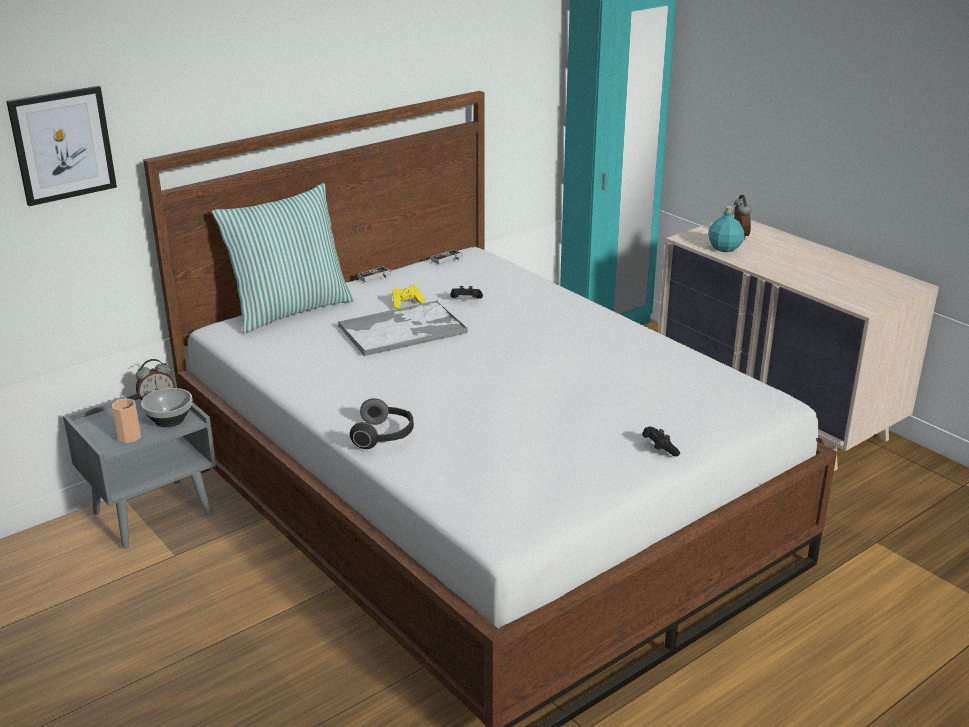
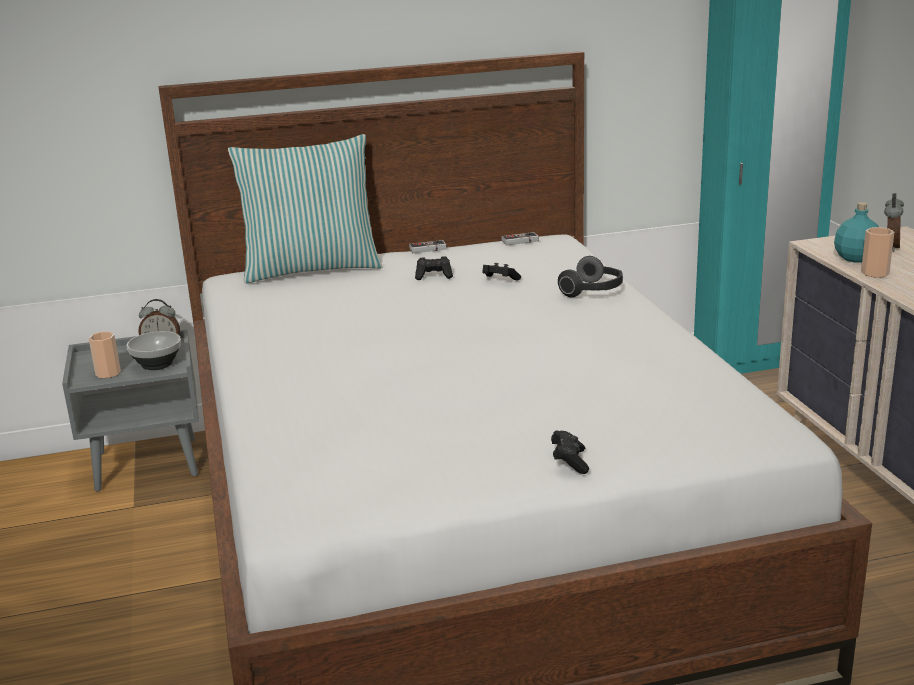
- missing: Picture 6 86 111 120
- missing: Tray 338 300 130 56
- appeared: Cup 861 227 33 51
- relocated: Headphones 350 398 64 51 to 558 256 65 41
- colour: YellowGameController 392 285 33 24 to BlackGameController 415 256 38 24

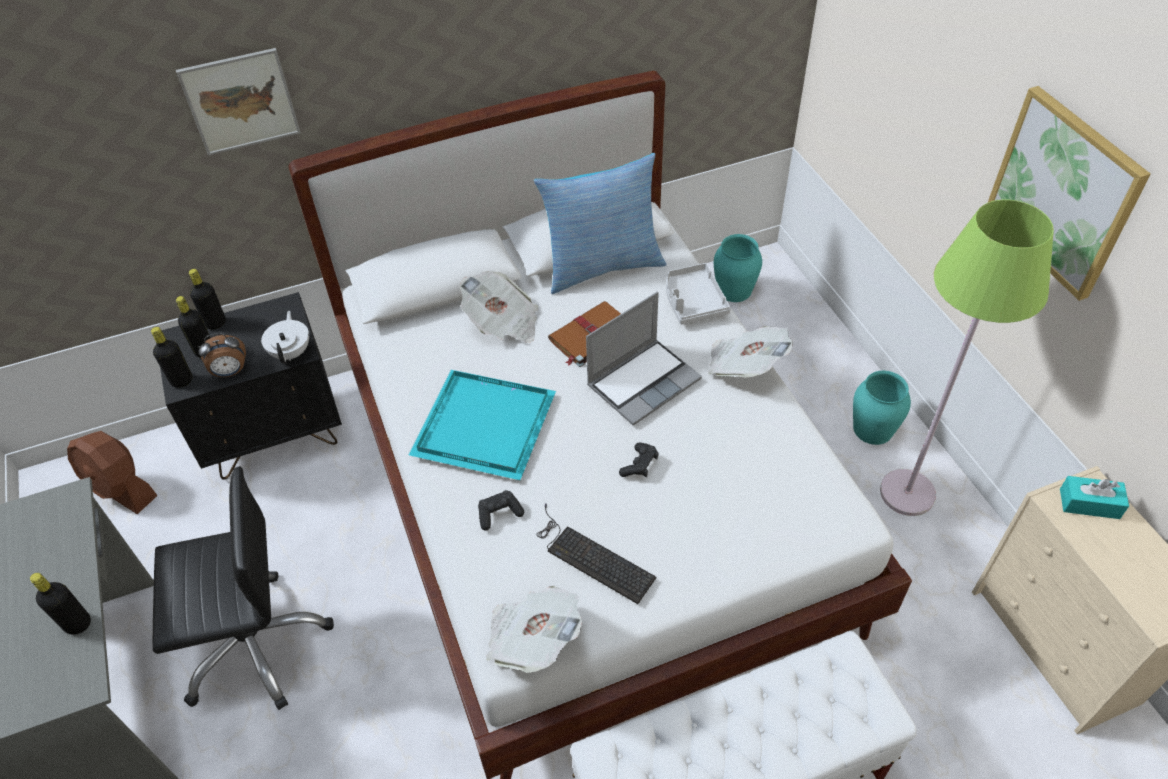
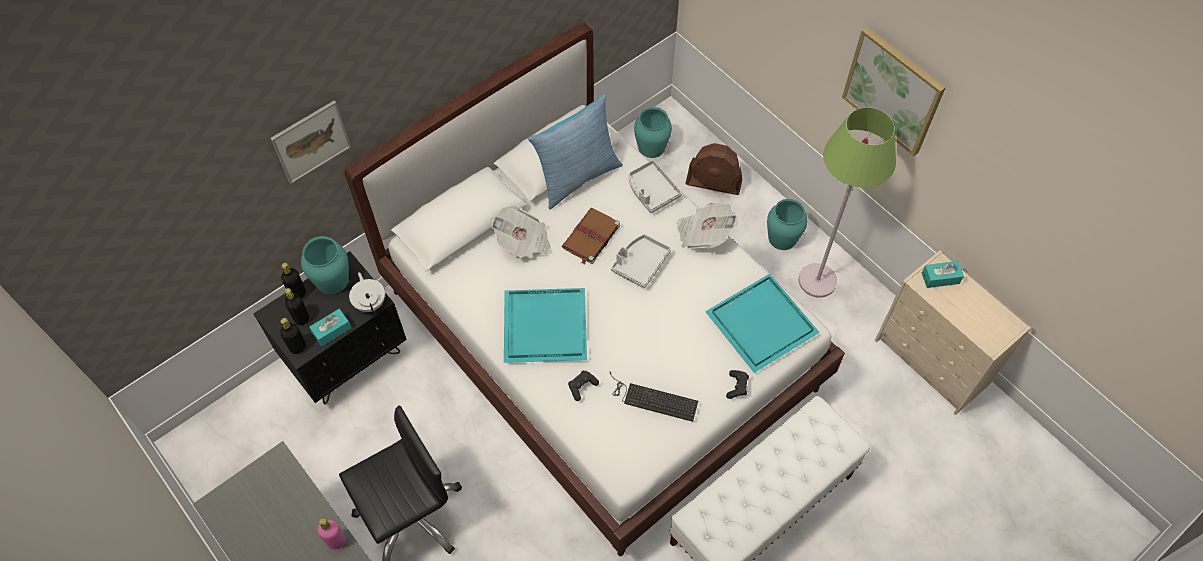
- missing: Newspaper 486 586 96 87
- appeared: TurquoiseVase 301 236 48 58
- appeared: TurquoiseTray 705 274 115 99
- relocated: BrownFan 67 431 91 83 to 685 143 57 52
- relocated: BlackGameController 619 443 39 34 to 726 370 23 29
- exchanged: AlarmClock 198 333 48 44 to TurquoiseTissueBox 309 309 42 38
- exchanged: Laptop 586 292 116 134 to GreyTray 611 234 60 54
- colour: BlackBottle 30 573 61 62 to PinkBottle 317 518 29 31

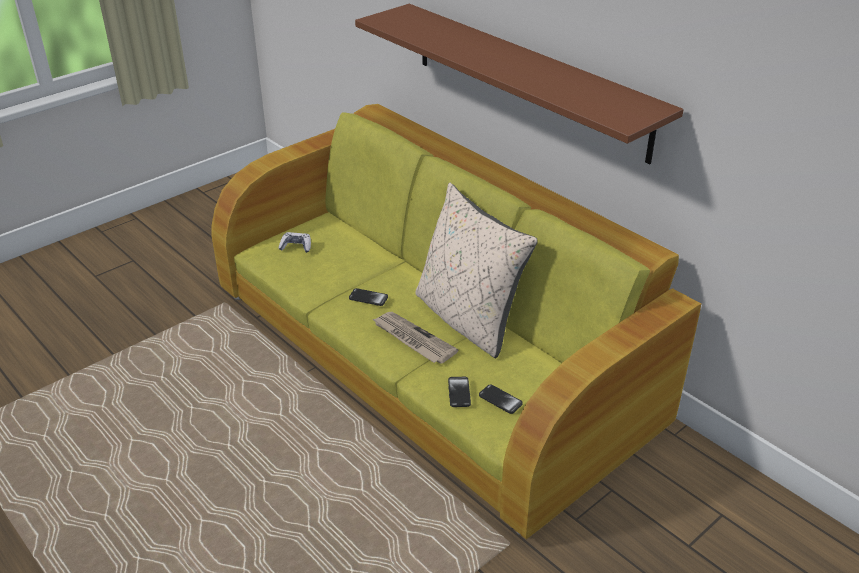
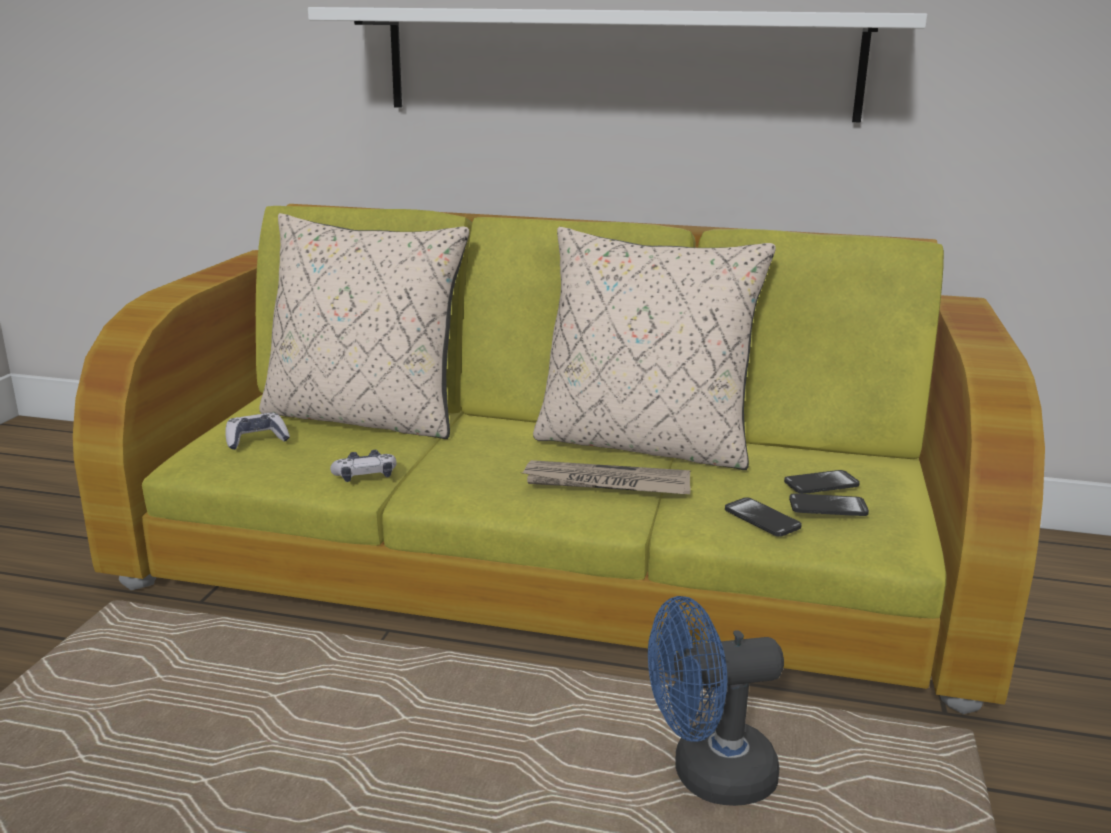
- appeared: BeigePillow 259 213 211 226
- appeared: GameController 330 450 67 32
- appeared: BlueFan 648 596 136 210
- relocated: Phone 349 288 39 18 to 784 470 76 24
- colour: BrownShelf 355 4 329 160 to WhiteShelf 308 7 619 115

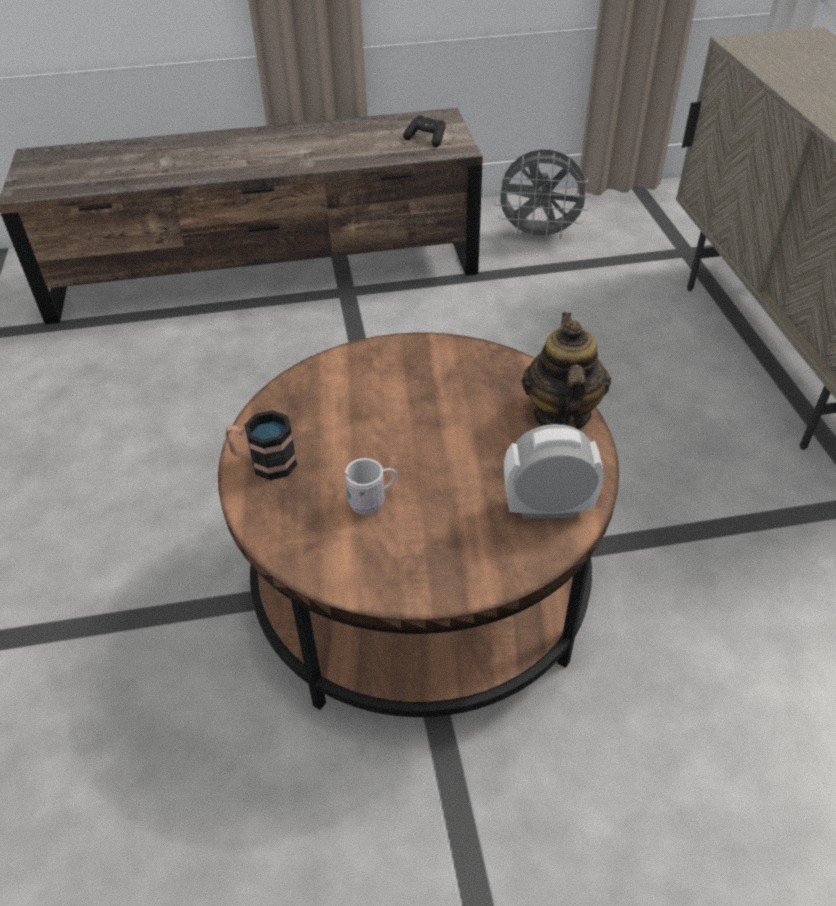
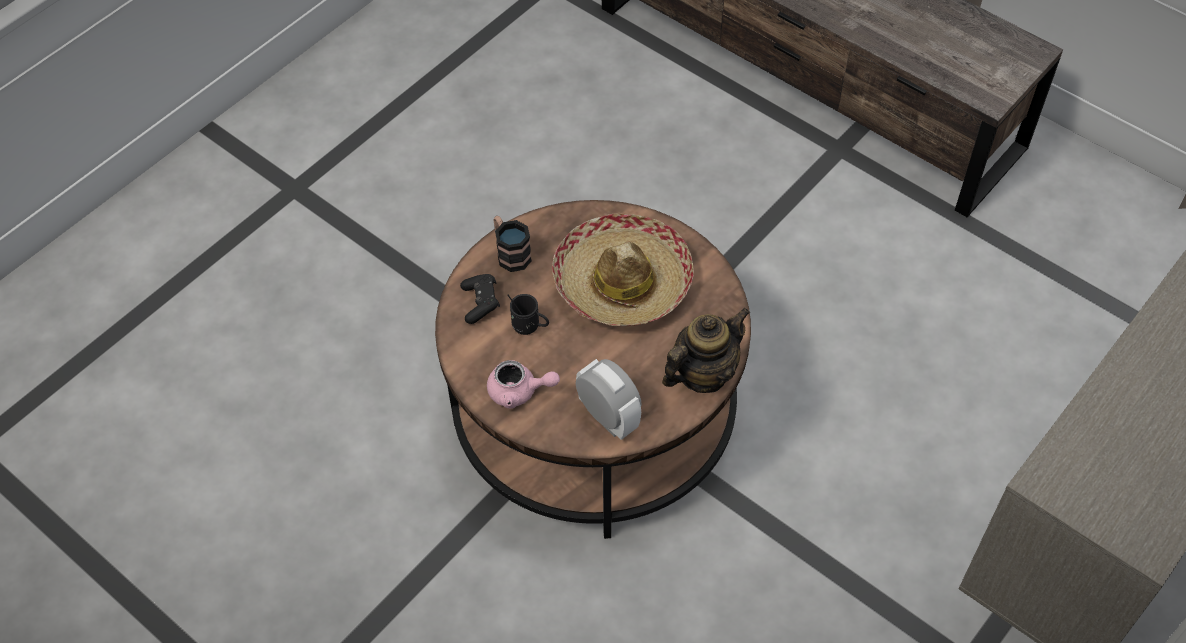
- missing: GreyFan 494 149 98 93
- appeared: PinkTeapot 487 360 73 49
- appeared: Hat 552 213 142 114
- relocated: BlackGameController 403 115 43 32 to 460 274 40 50
- colour: WhiteMug 342 458 55 57 to BlackMug 508 294 41 41

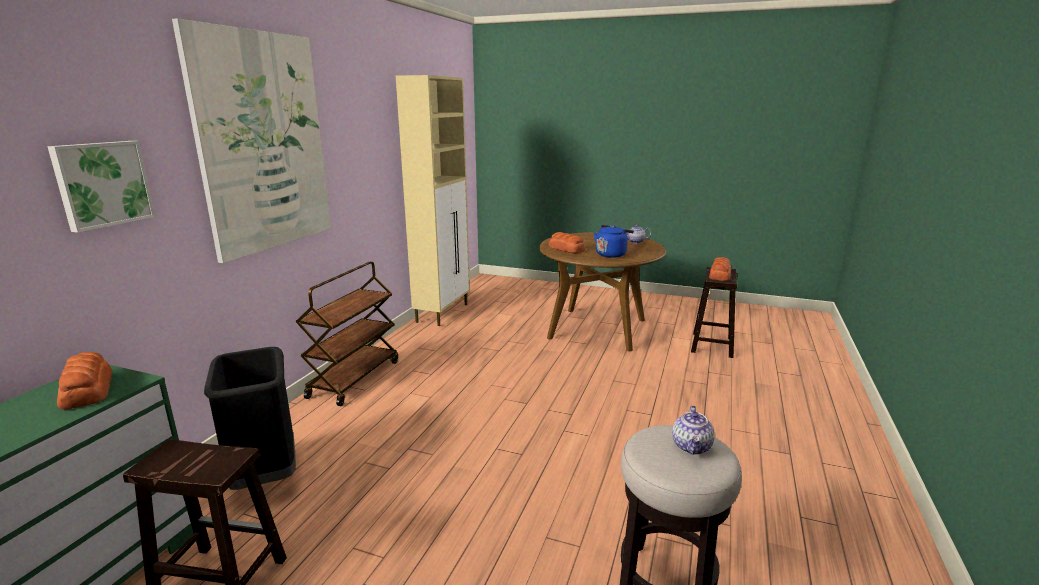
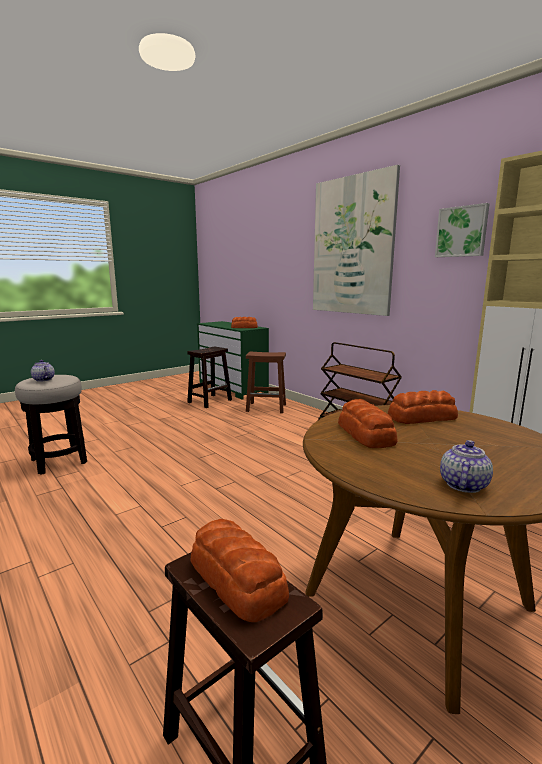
- relocated: Picture 47 141 108 92 to 435 203 54 54
- exchanged: BlackTrashCan 204 347 92 143 to BrownStool 246 352 40 61
- exchanged: BlueKettle 594 225 40 33 to Bread 338 399 60 49

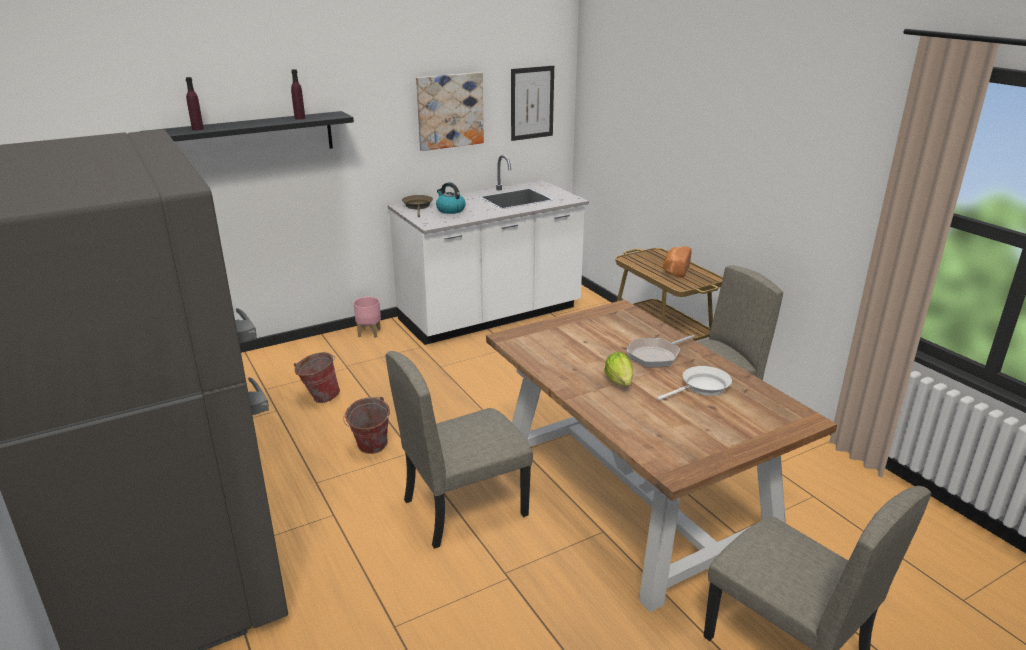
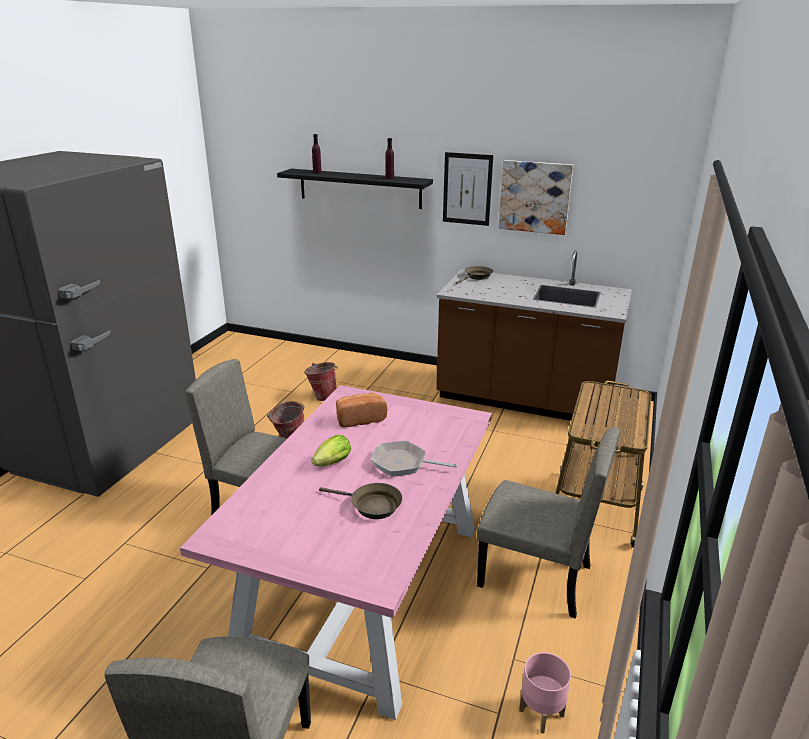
- missing: Kettle 436 182 30 32
- relocated: PinkPlanter 354 297 27 41 to 519 652 52 82
- relocated: Picture 511 66 43 75 to 443 152 50 74
- relocated: Bread 663 247 29 31 to 336 393 51 35
- colour: WhiteCounter 388 155 201 190 to BrownCounter 436 250 196 175
- colour: BrownDiningTable 486 300 351 312 to PinkDiningTable 180 385 312 335
- colour: WhiteFryingPan 657 366 75 35 to BrownFryingPan 319 483 83 36

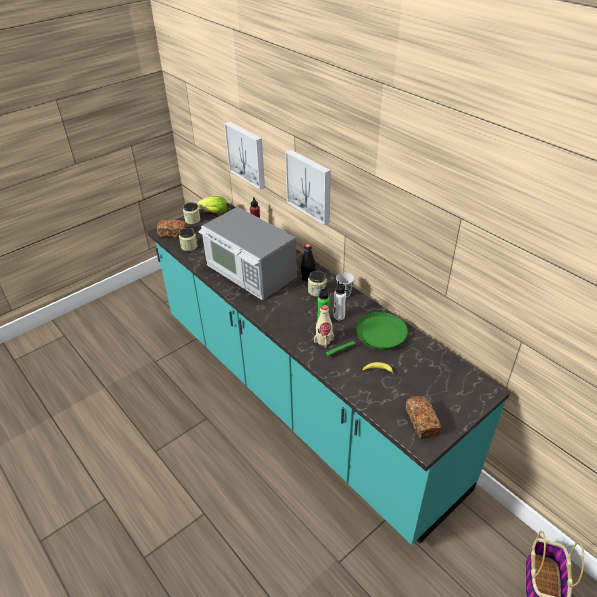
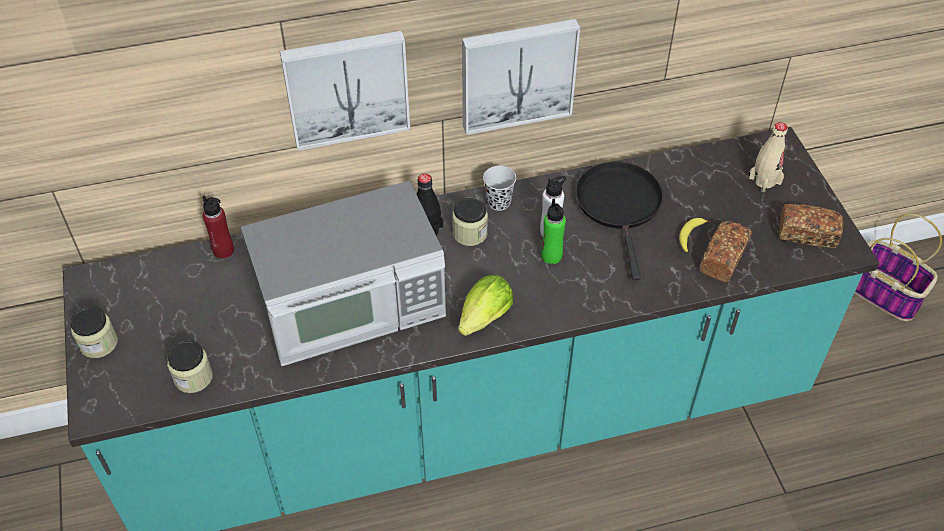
- relocated: Bread 157 220 30 18 to 700 221 52 61
- relocated: Lettuce 197 196 31 18 to 459 275 54 61
- relocated: Picture 224 121 41 68 to 462 19 118 116
- relocated: BeigeBottle 314 305 20 43 to 748 122 40 70
- colour: GreenFryingPan 326 312 82 44 to BlackFryingPan 576 162 87 118

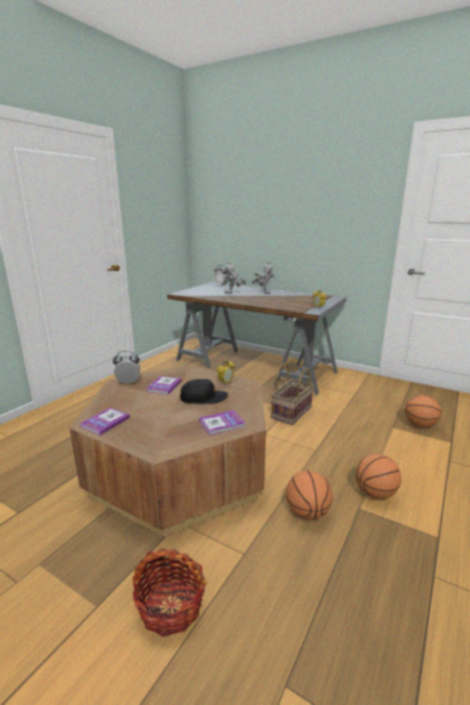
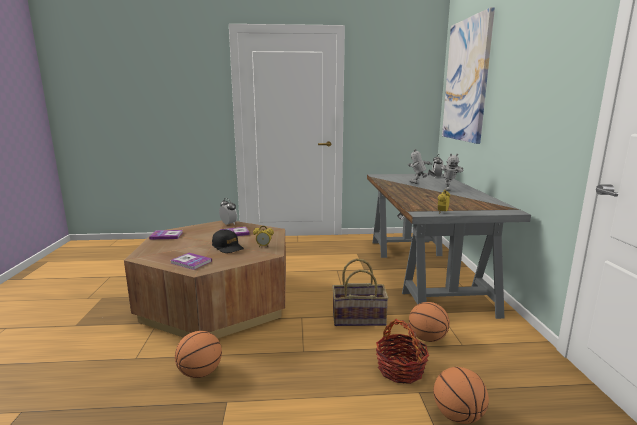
- appeared: Picture 442 7 53 137
- relocated: Basket 133 548 74 89 to 376 319 53 65
- relocated: Basketball 355 454 47 45 to 409 302 41 40

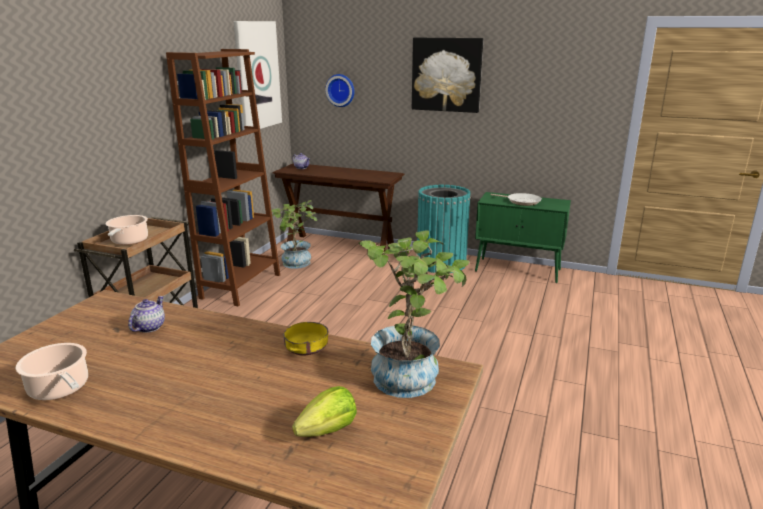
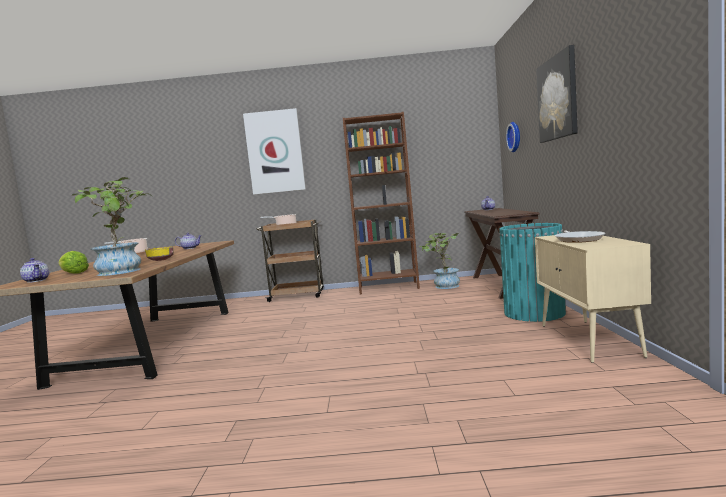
- appeared: Teapot 20 258 29 25
- relocated: Picture 234 21 48 108 to 243 108 63 87
- colour: GreenCabinet 475 192 96 91 to BeigeCabinet 535 235 116 128

